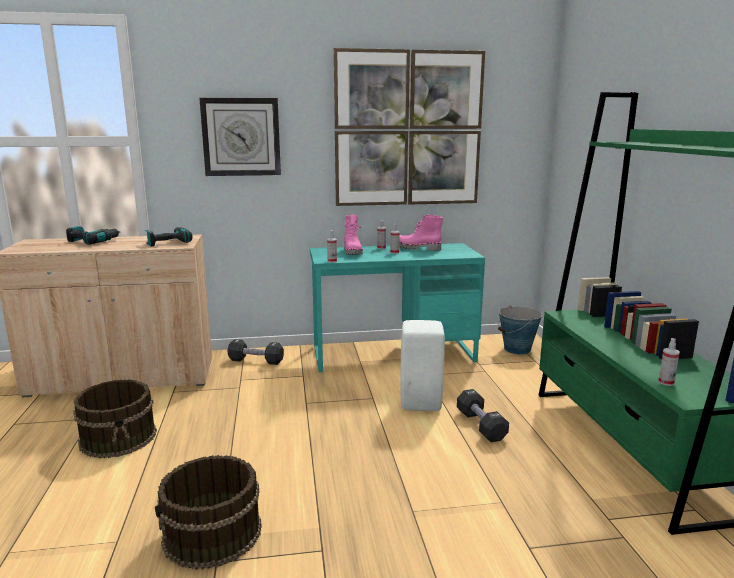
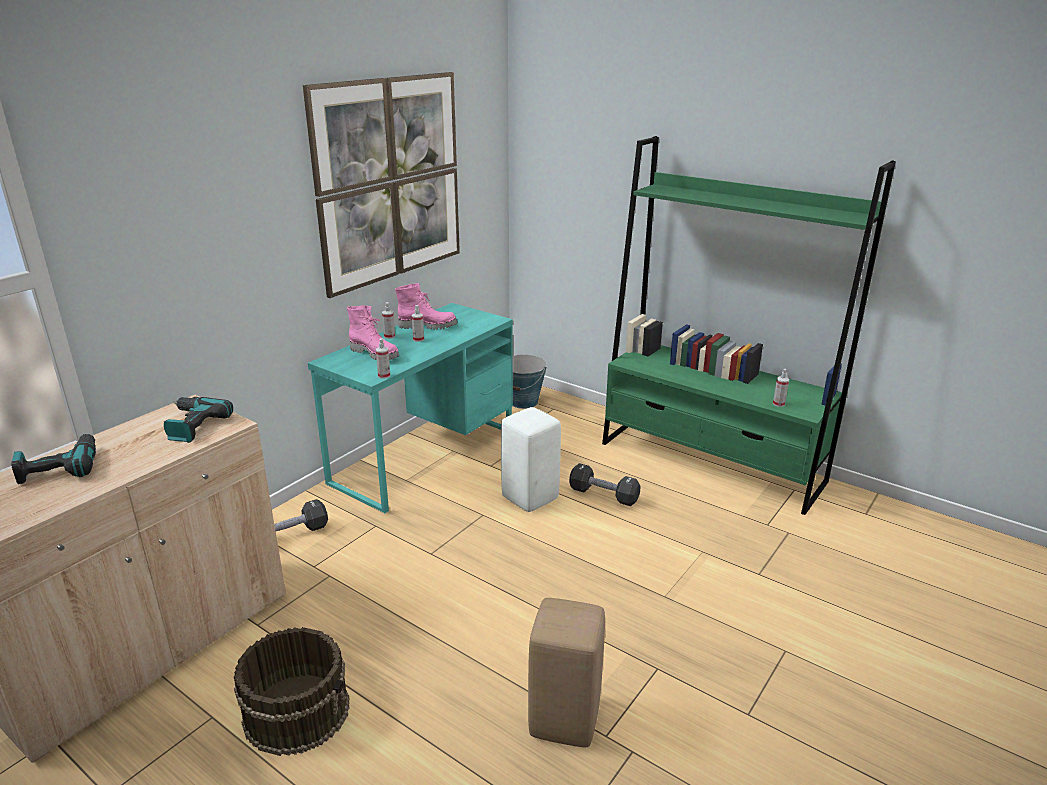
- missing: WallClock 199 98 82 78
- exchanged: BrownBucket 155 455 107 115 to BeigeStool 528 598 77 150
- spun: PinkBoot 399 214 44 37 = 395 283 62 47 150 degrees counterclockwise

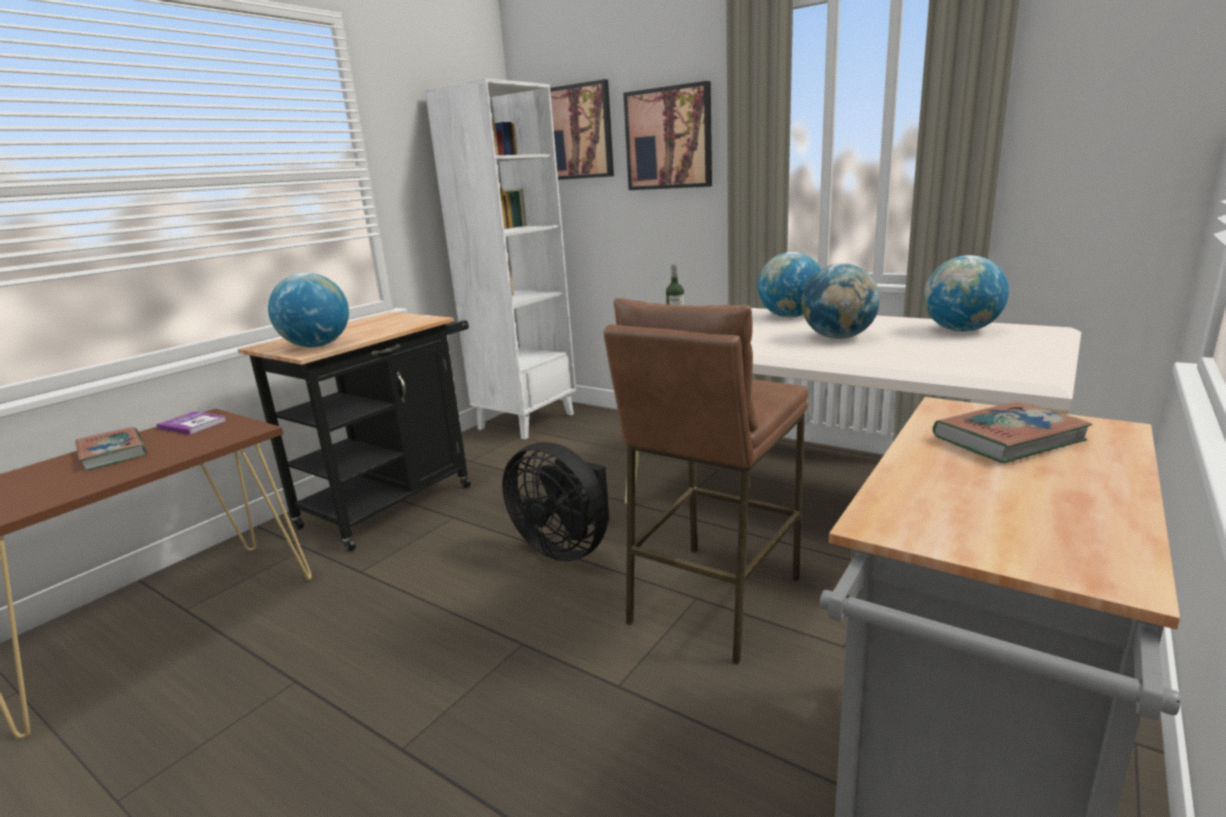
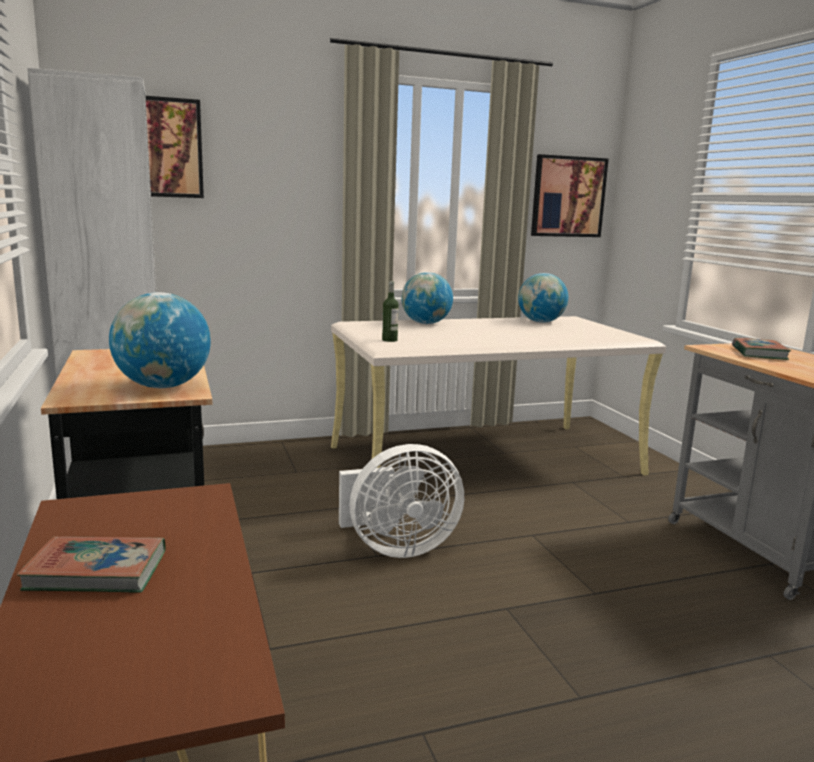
- missing: Book 156 411 70 24
- missing: BrownStool 604 298 204 366
- missing: Globe 801 263 79 76
- relocated: Picture 623 81 89 109 to 531 154 78 83
- colour: BlackFan 502 442 107 120 to WhiteFan 339 444 125 114

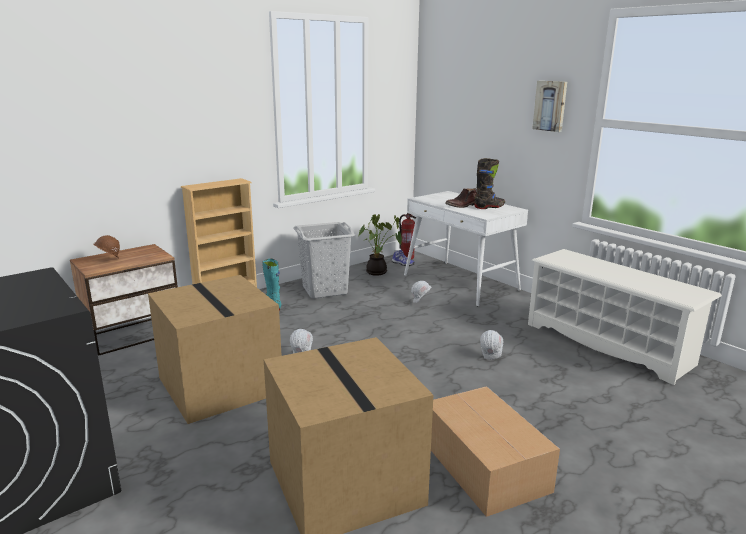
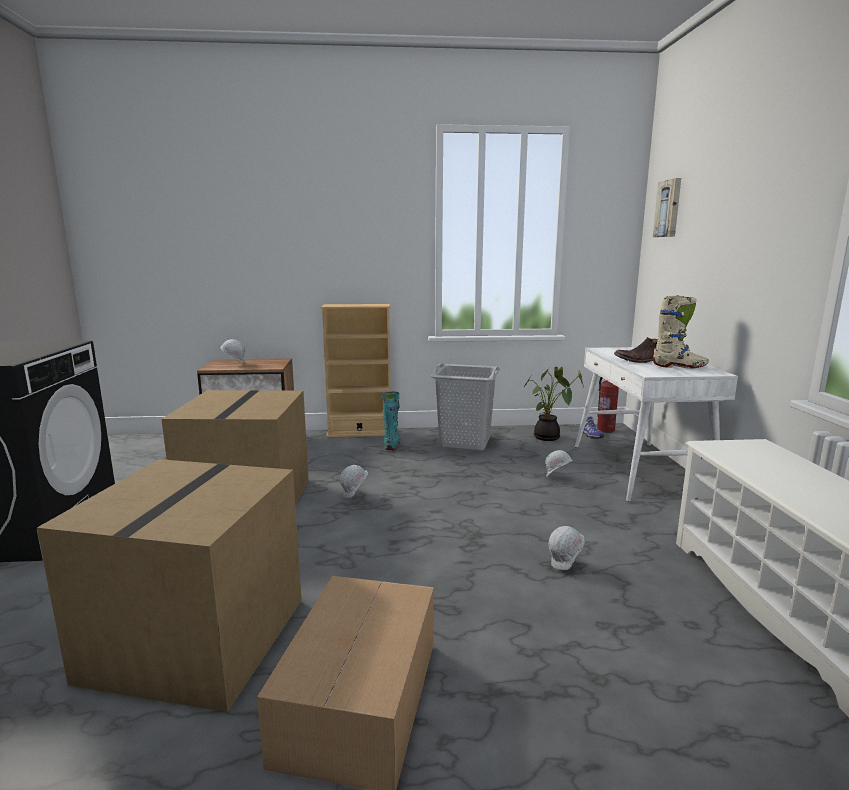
- relocated: Picture 532 81 35 51 to 653 178 28 59
- colour: BrownHardHat 93 235 27 23 to WhiteHardHat 220 339 25 25
- colour: BlackBoot 474 158 31 51 to BeigeBoot 653 295 55 74

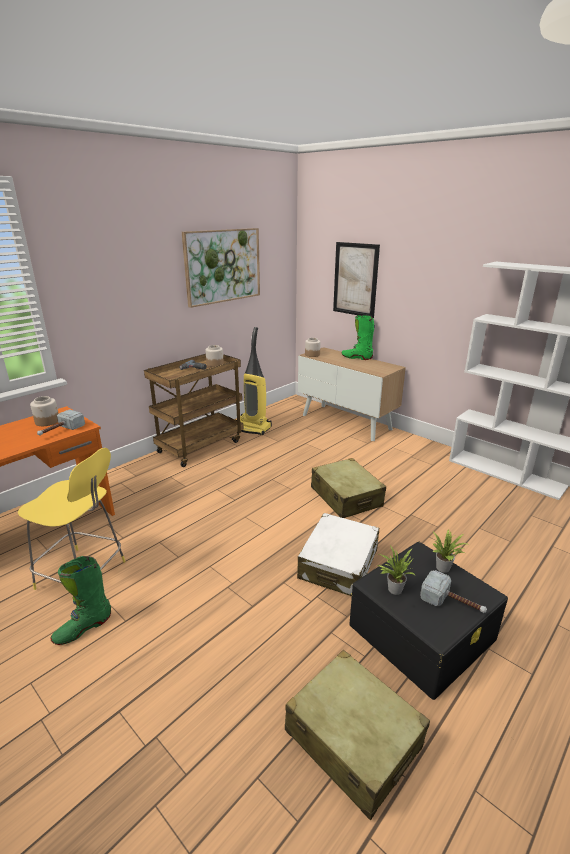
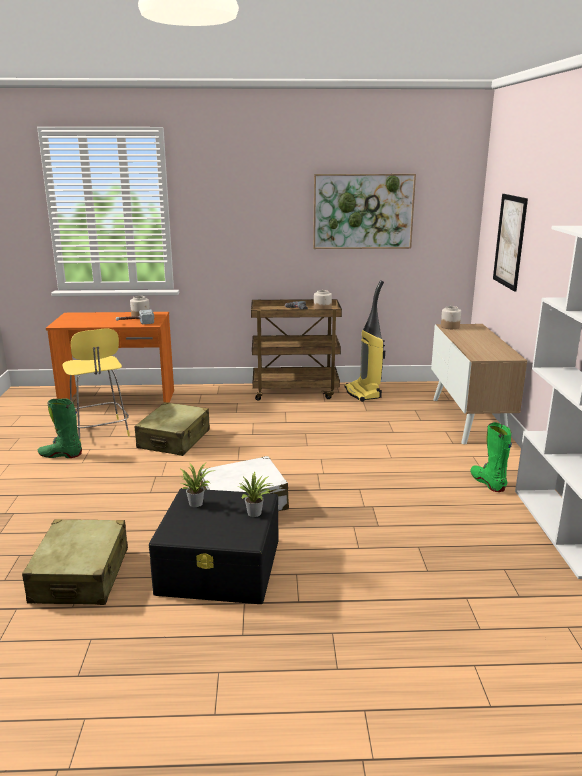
- missing: Hammer 420 570 67 43
- relocated: BeigeSuitcase 311 458 75 60 to 135 402 75 54
- relocated: GreenBoot 342 315 33 45 to 470 422 42 70

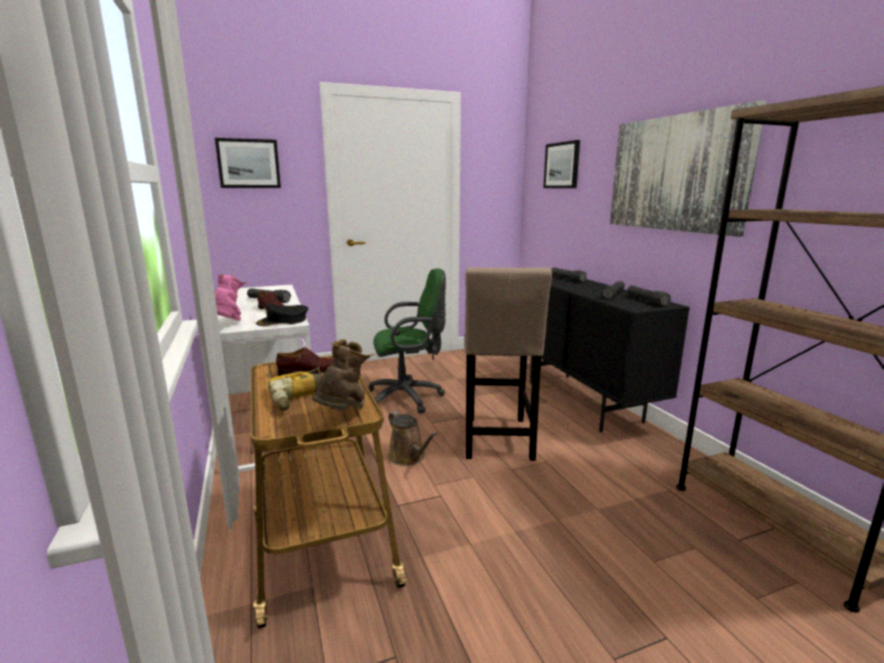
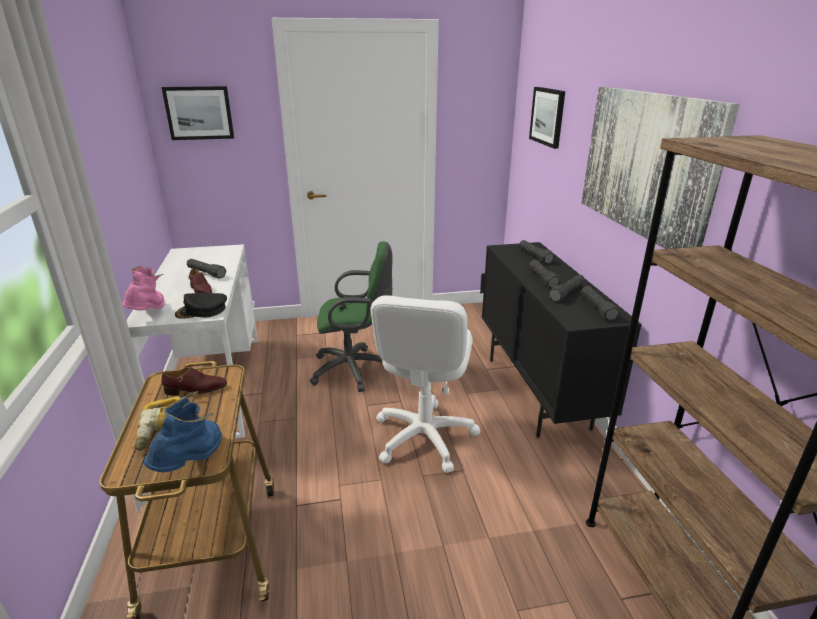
- missing: BrownWateringCan 388 411 50 55
- appeared: BlackFlashlight 529 260 31 28
- exchanged: BeigeStool 465 267 87 194 to WhiteOfficeChair 371 295 109 178
- colour: BrownBoot 311 339 64 71 to BlueBoot 144 397 78 75

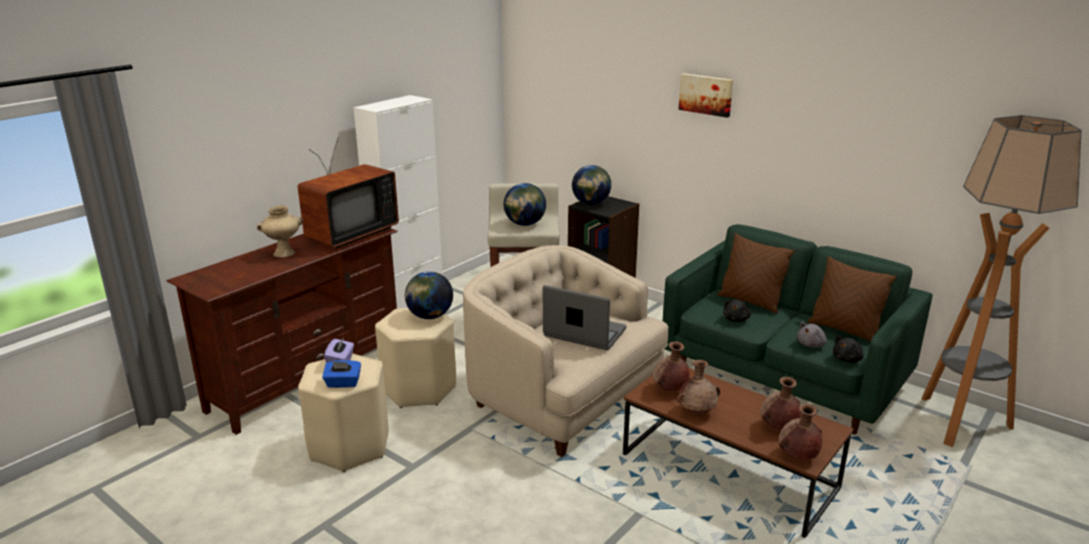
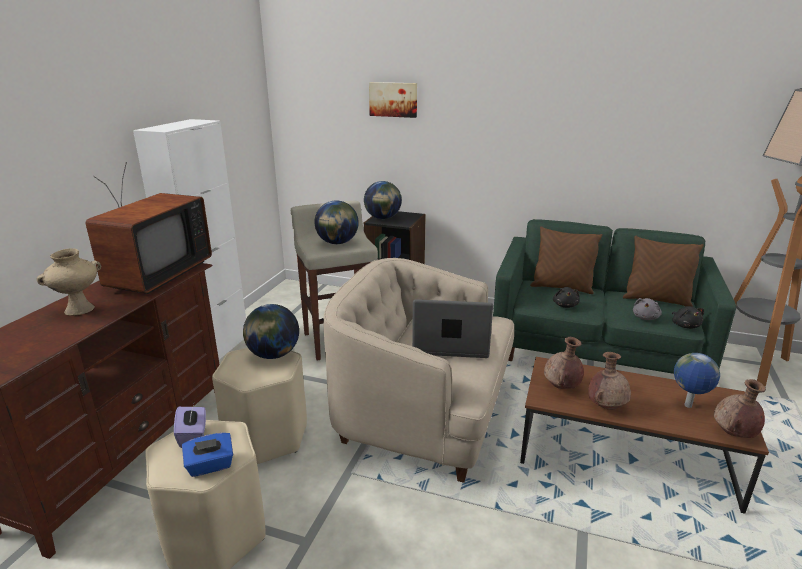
- relocated: Picture 678 73 55 45 to 369 82 48 36
- exchanged: BrownVase 760 377 42 53 to Globe 674 353 46 55
- spun: BlackPlushToy 833 336 31 26 = 672 306 32 23 45 degrees counterclockwise

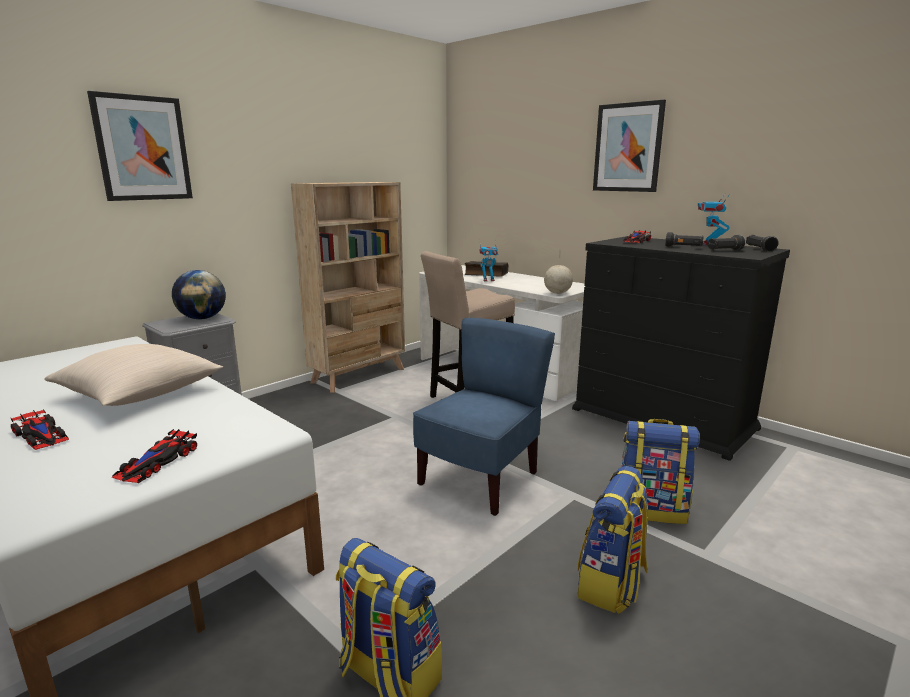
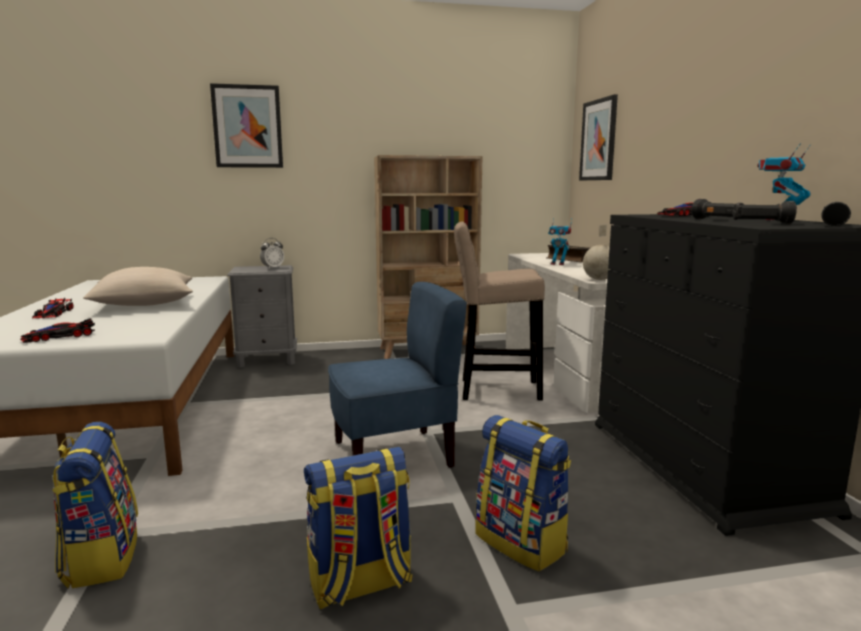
- relocated: Picture 593 100 73 92 to 579 94 39 86
- exchanged: Globe 172 270 54 49 to AlarmClock 260 238 24 31

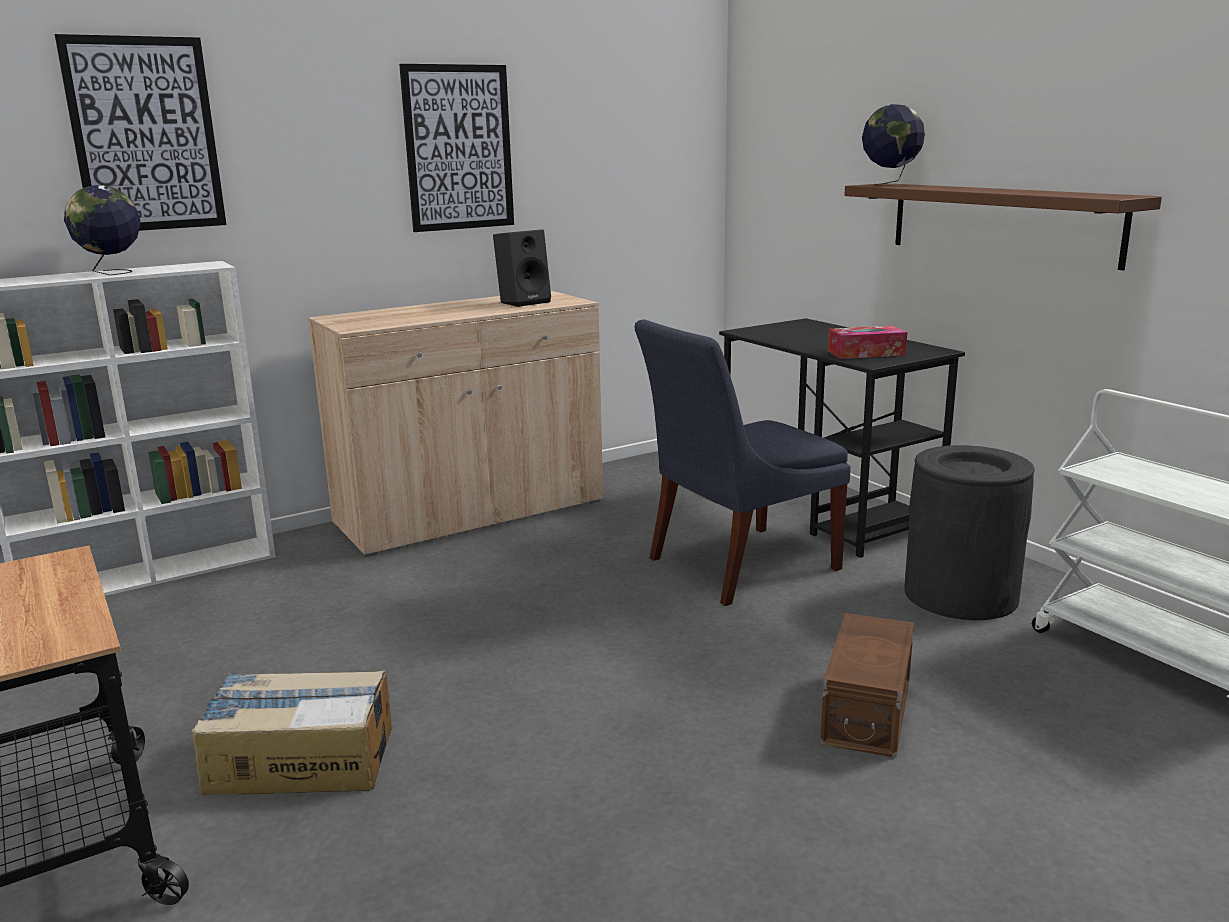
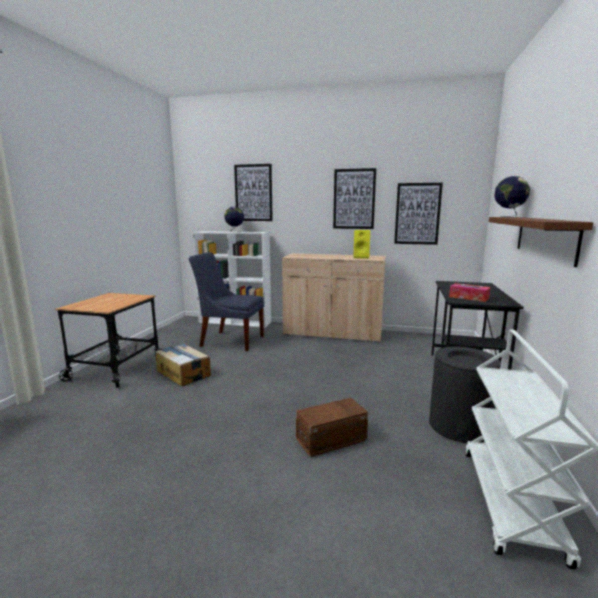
- appeared: Picture 394 183 49 62
- relocated: BlueChair 635 319 216 287 to 189 252 75 99
- colour: BlackSpeaker 493 229 58 78 to YellowSpeaker 353 230 17 29

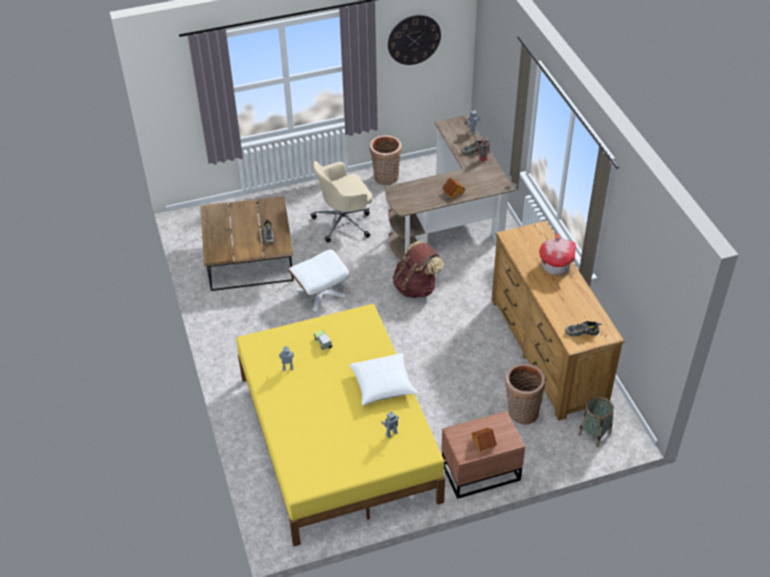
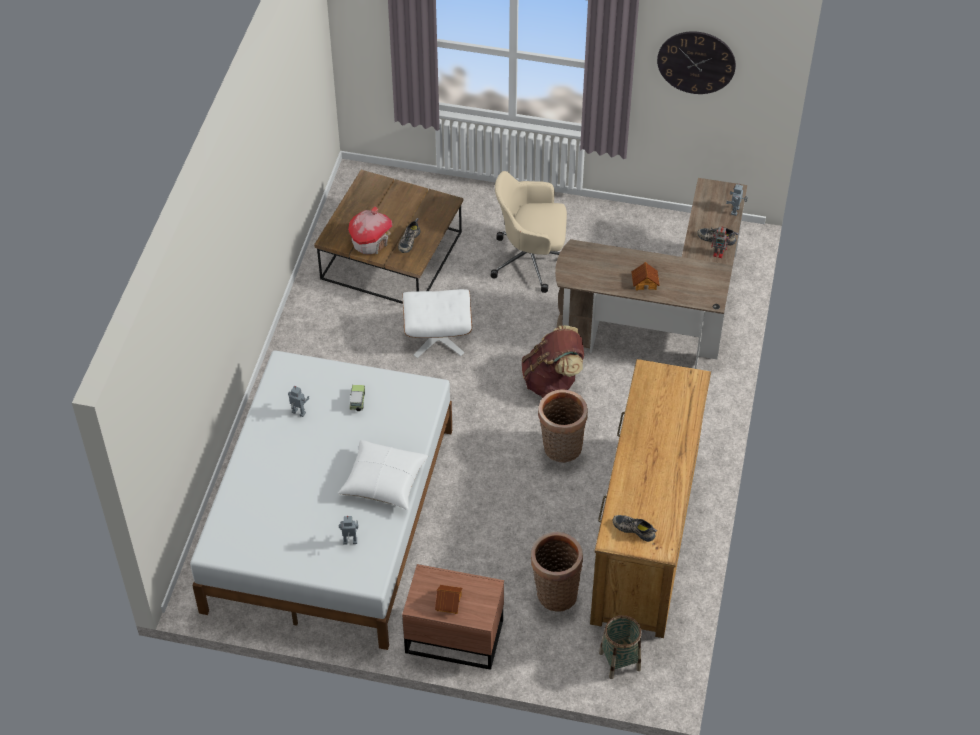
- relocated: Basket 370 135 32 50 to 538 390 50 73
- relocated: ToyHouse 539 234 37 41 to 348 207 44 48
- colour: YellowBed 236 304 209 243 to WhiteBed 190 350 262 300

